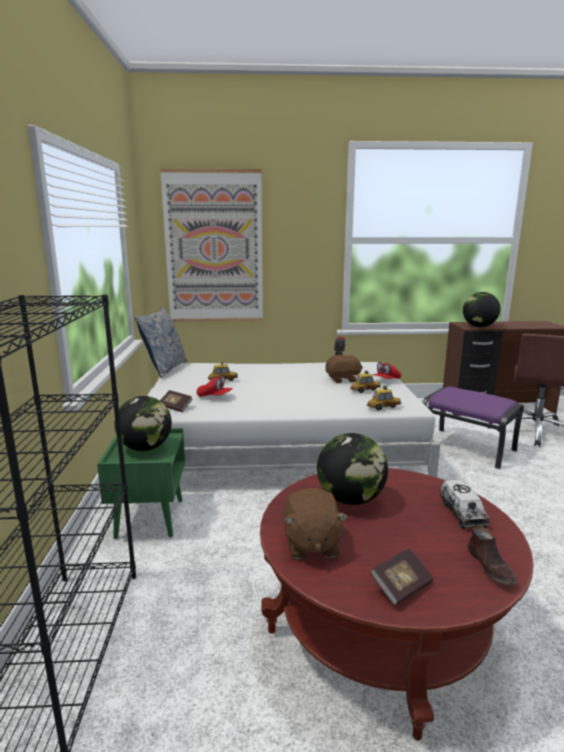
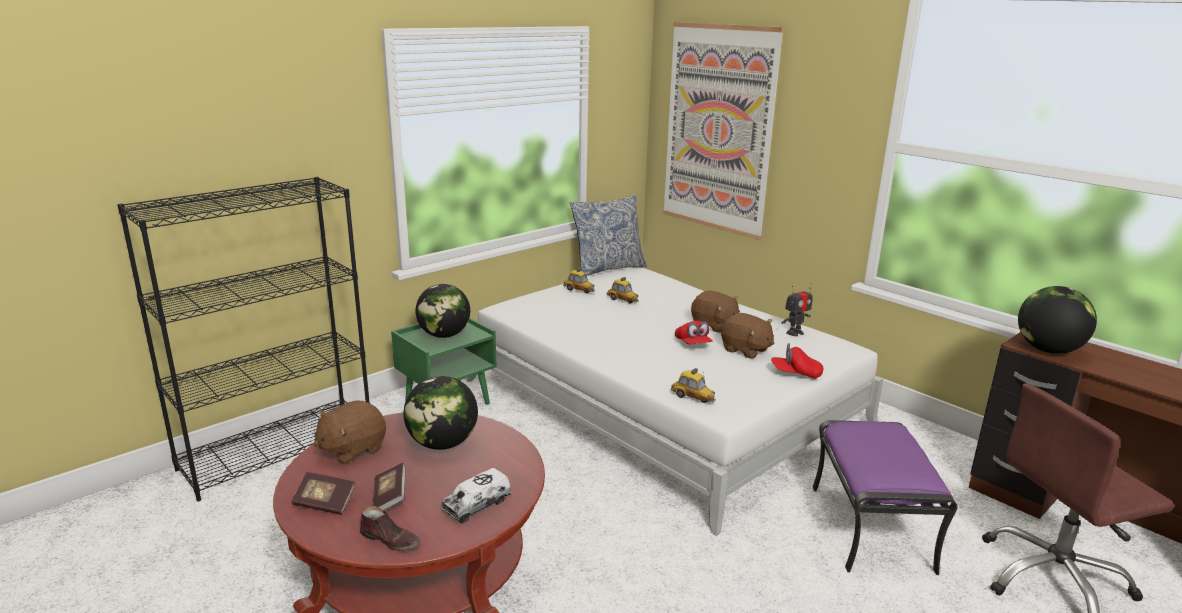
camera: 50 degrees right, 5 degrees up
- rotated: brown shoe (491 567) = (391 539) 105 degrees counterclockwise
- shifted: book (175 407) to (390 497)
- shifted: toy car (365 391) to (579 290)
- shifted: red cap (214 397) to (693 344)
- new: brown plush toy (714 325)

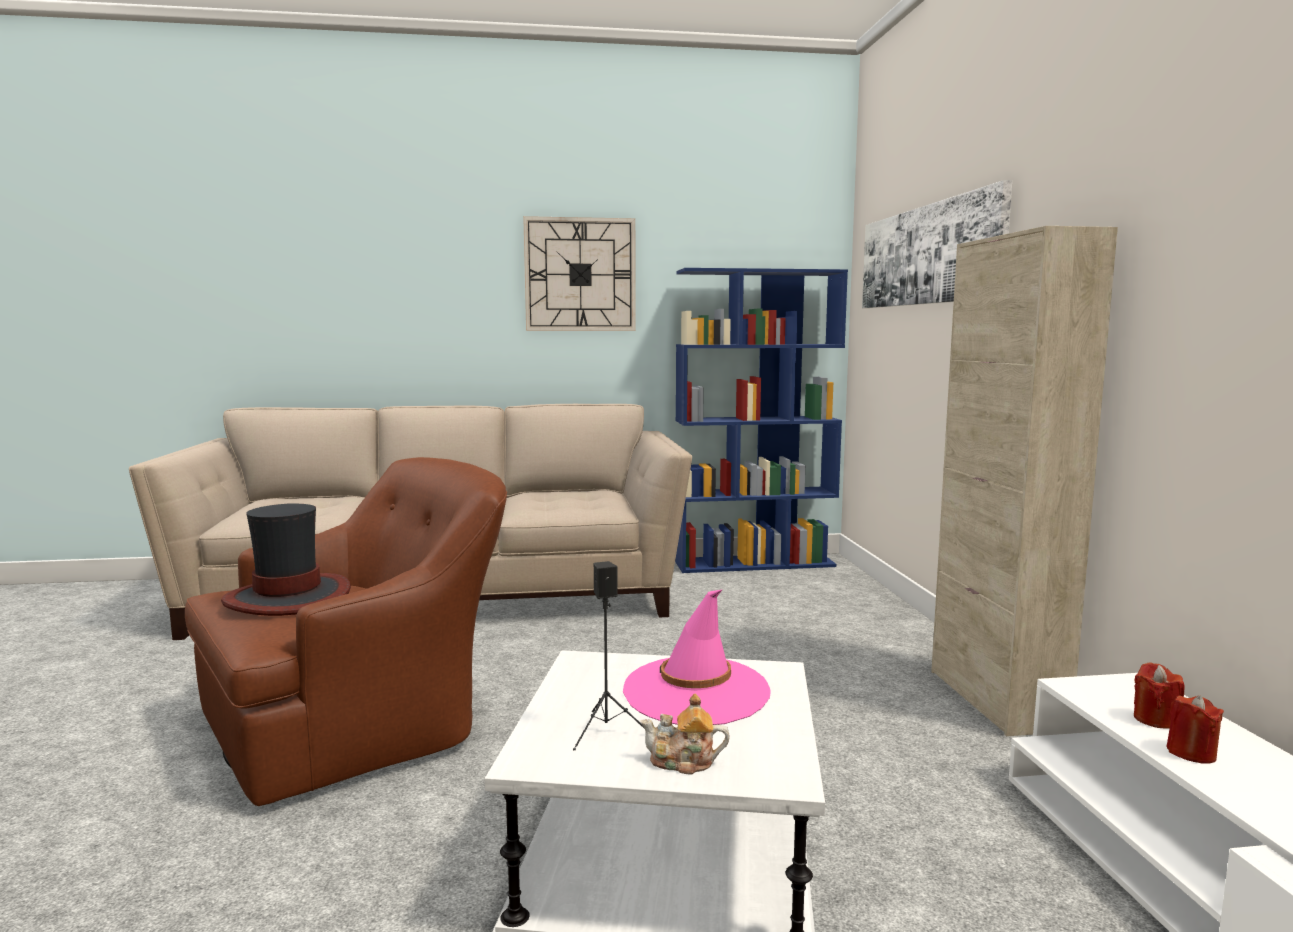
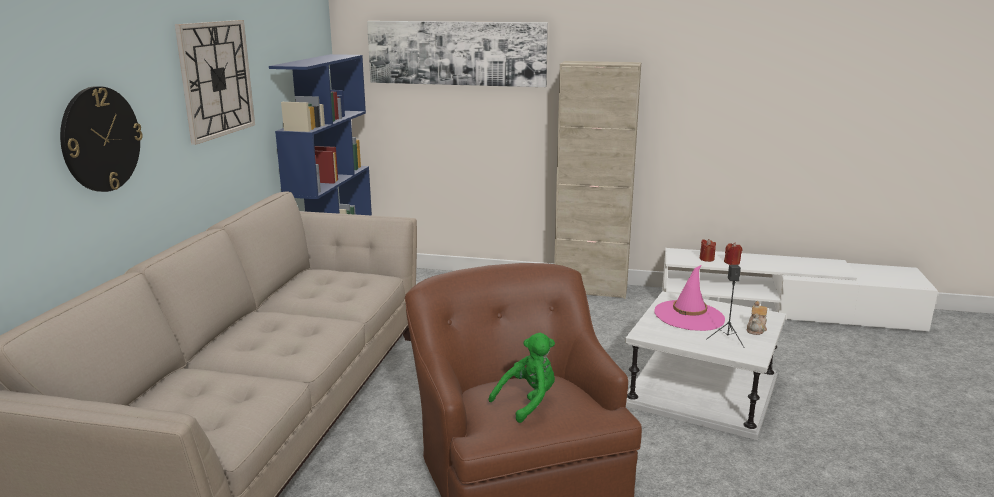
camera: 70 degrees left, 10 degrees up
- new: wall clock (100 139)
- swapped: hat (288 597) to green plush toy (528 402)

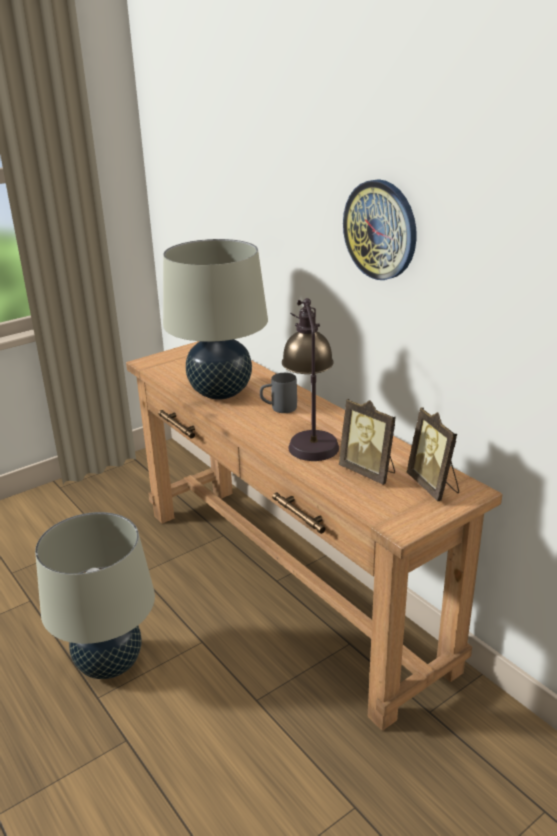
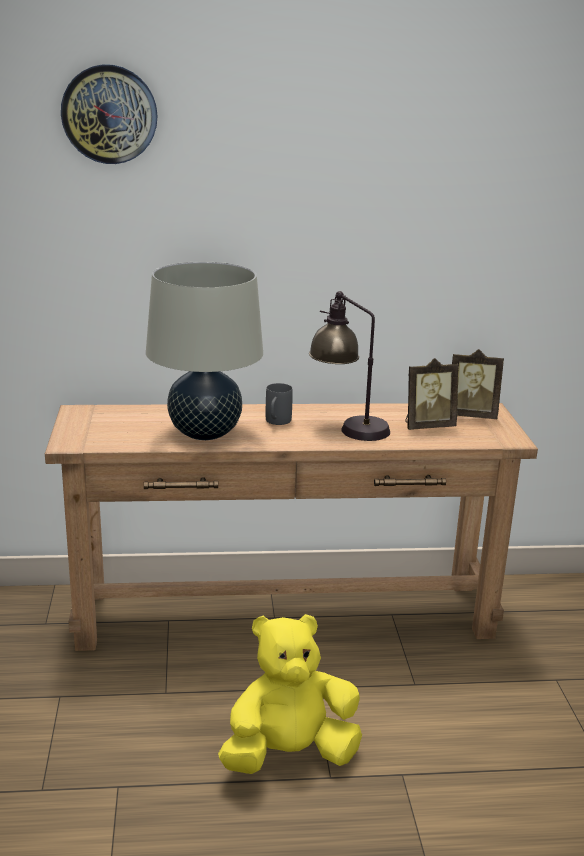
camera: 60 degrees left, 5 degrees down
- shifted: wall clock (380 230) to (109 114)
- swapped: beige table lamp (109 664) to yellow plush toy (289 755)

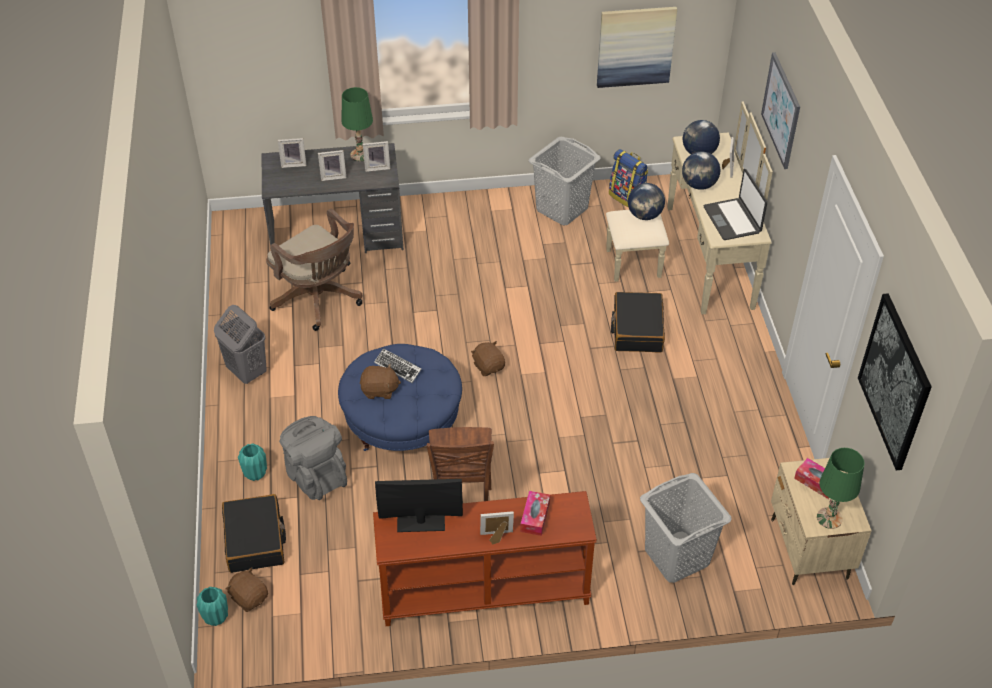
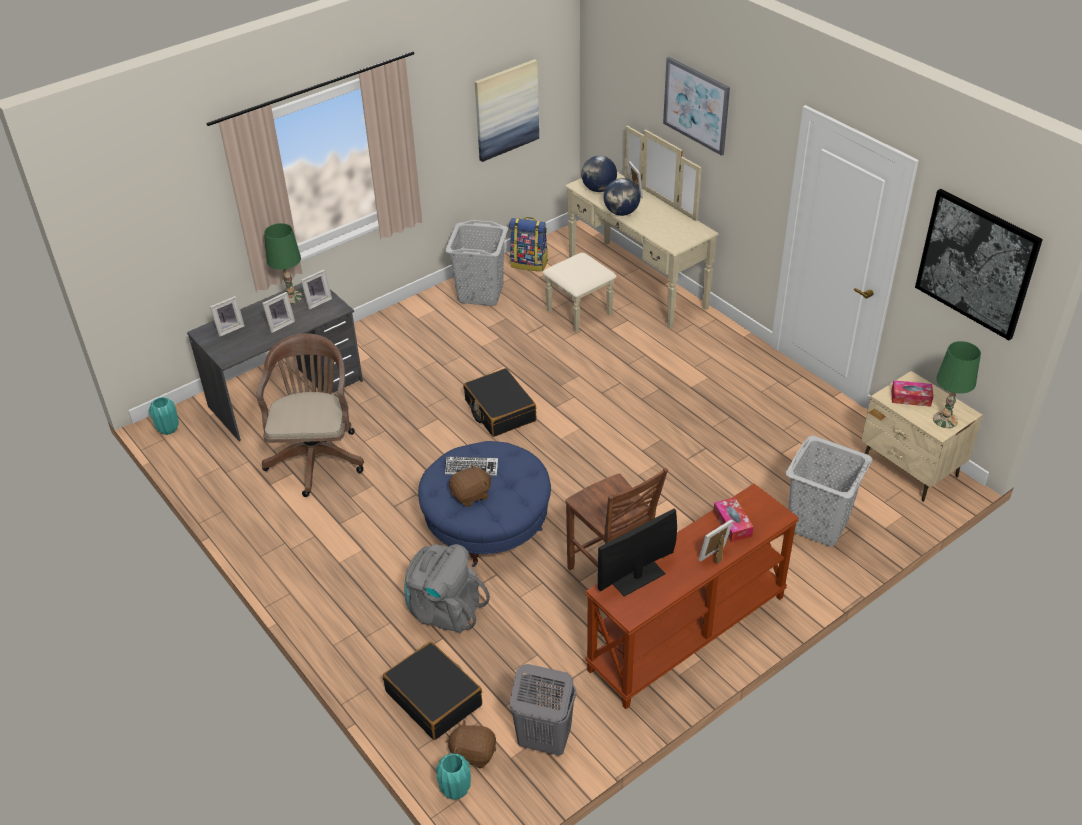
camera: 30 degrees left, 5 degrees down
- shifted: turquoise vase (256 474) to (168 429)
- rotated: brown office chair (319 300) = (316 456) 105 degrees counterclockwise
- shifted: black suitcase (637 329) to (499 411)
- shifted: grey laundry basket (246 372) to (543 740)
- gone: brown plush toy (488 366)
- gone: globe (645 215)
- gone: laptop (732 220)

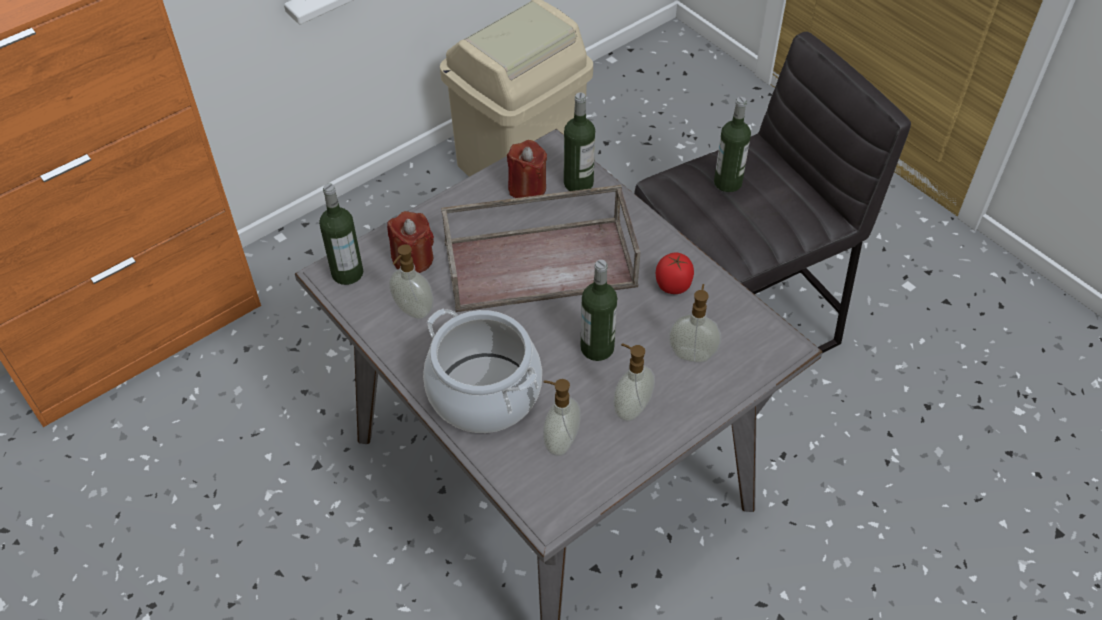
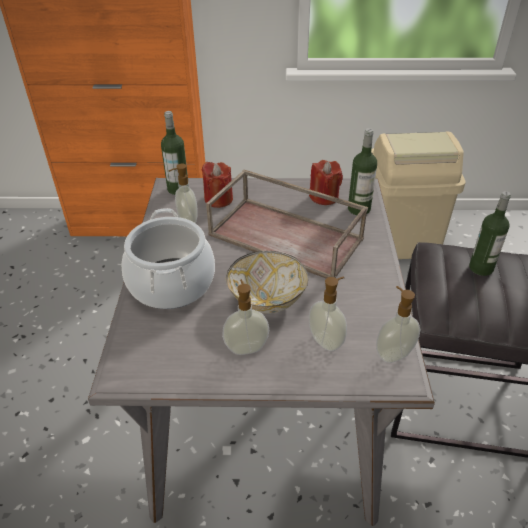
camera: 40 degrees right, 10 degrees down
- swapped: bottle (597 348) to bowl (266 299)
- shifted: soap dispenser (560 441) to (393 354)
- gone: tomato (673 286)

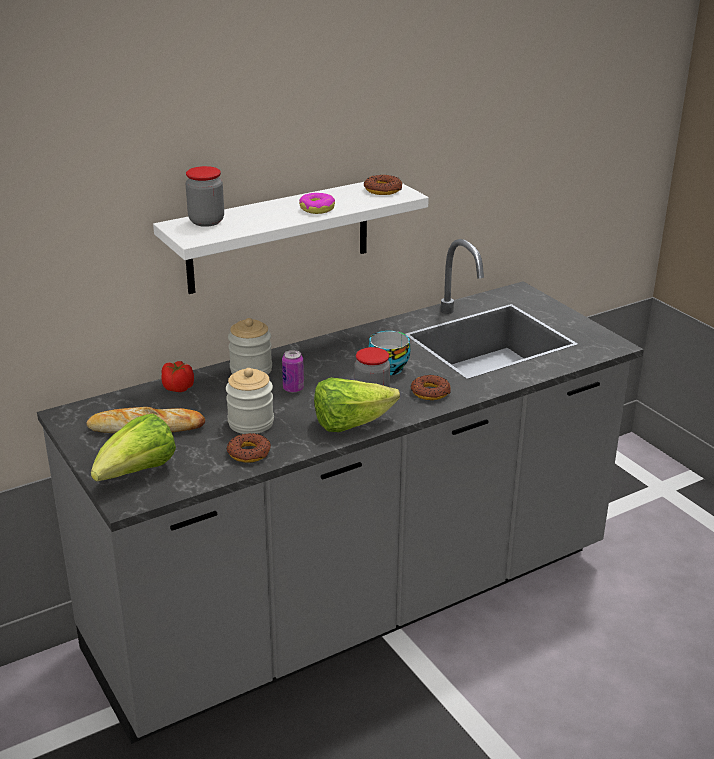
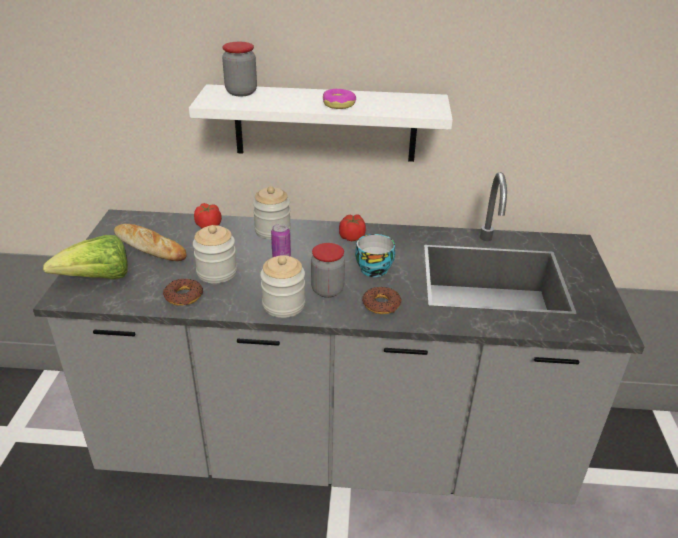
camera: 35 degrees right, 5 degrees up
- swapped: lettuce (350 424) to jar (283 305)
- new: tomato (352 237)
- gone: donut (383 190)

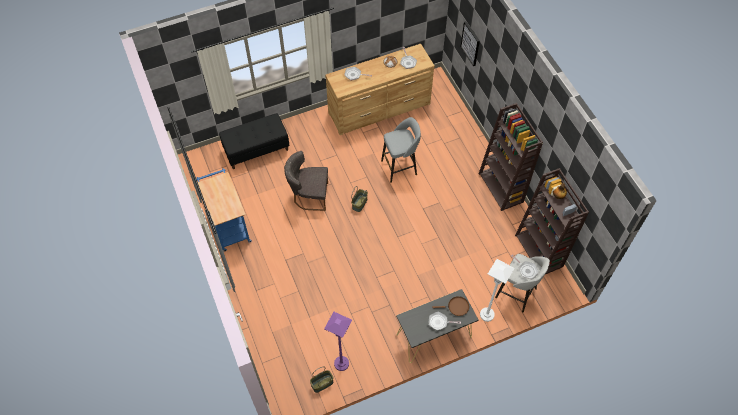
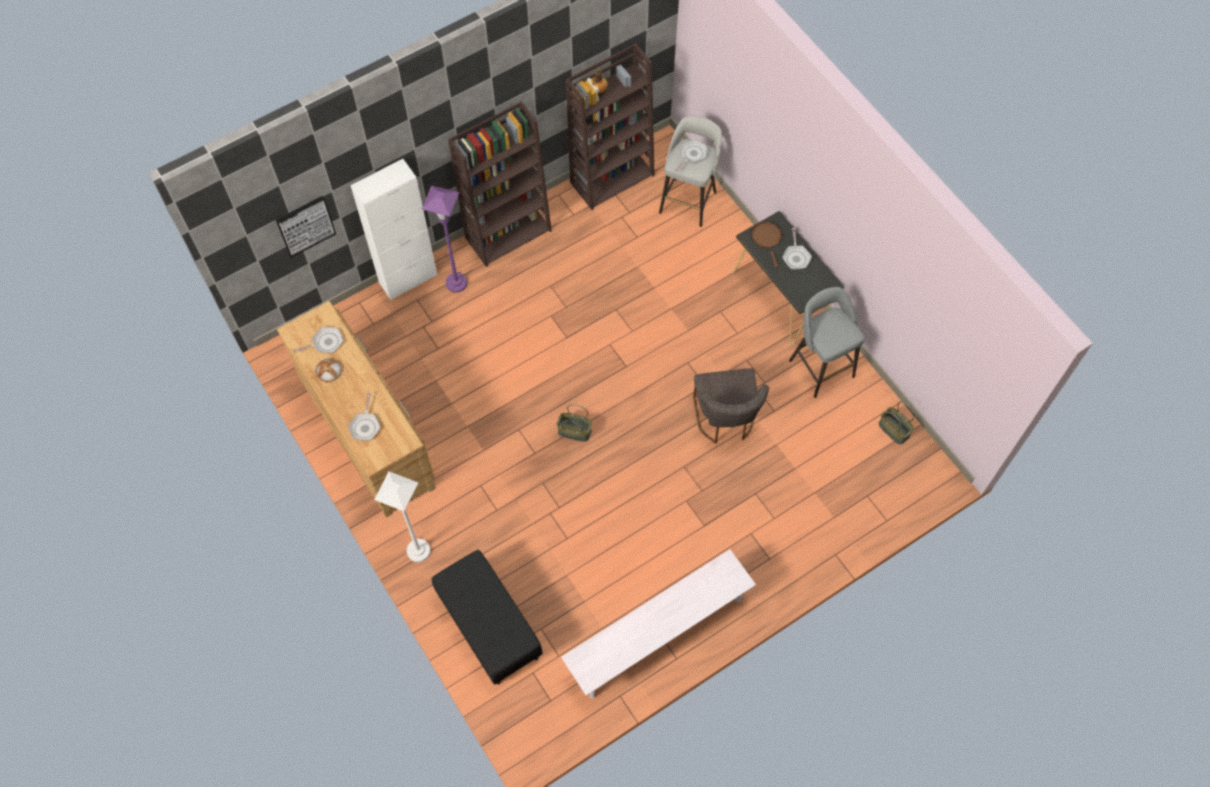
camera: 100 degrees left, 5 degrees up
- new: white cabinet (408 278)
- shifted: white floor lamp (487 314) to (418 551)
- shifted: purple floor lamp (341 363) to (456 283)
- swapped: blue cart (228 225) to white bench (657 635)
- shifted: grey chair (309 196) to (725 420)
- shifted: grey stool (400 167) to (820 367)

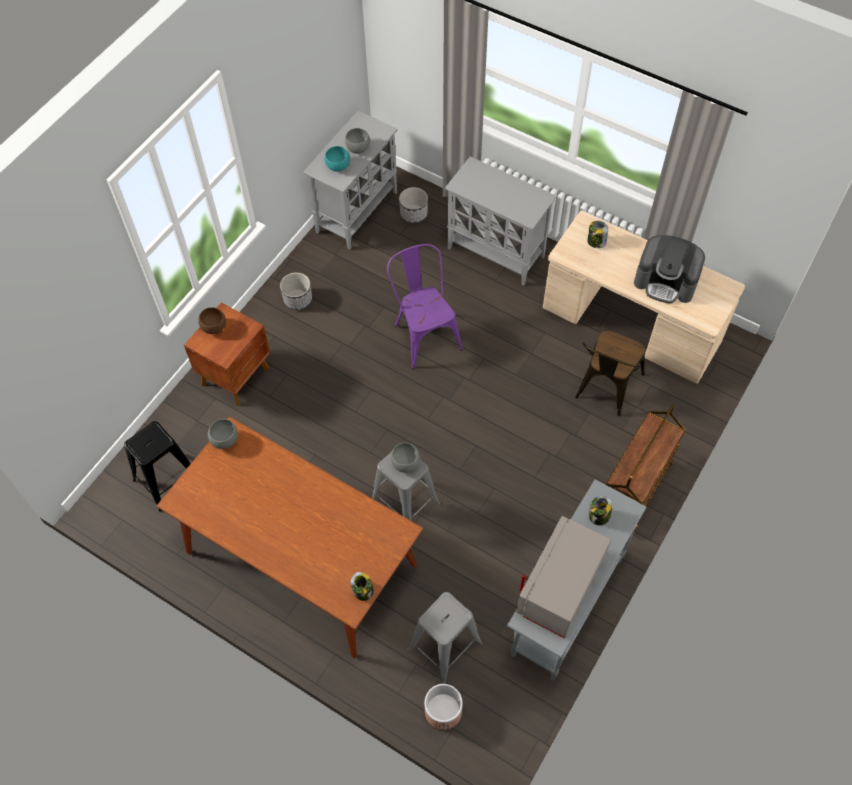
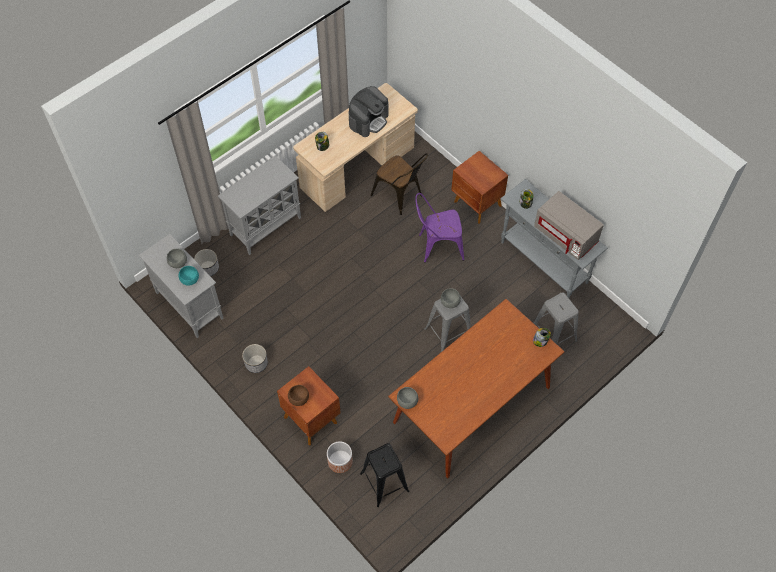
camera: 75 degrees left, 0 degrees up
- shifted: planter (443 711) to (340 461)
- shifted: purple chair (424 333) to (437 246)
- swapped: brown cart (634 491) to brown nightstand (477 204)

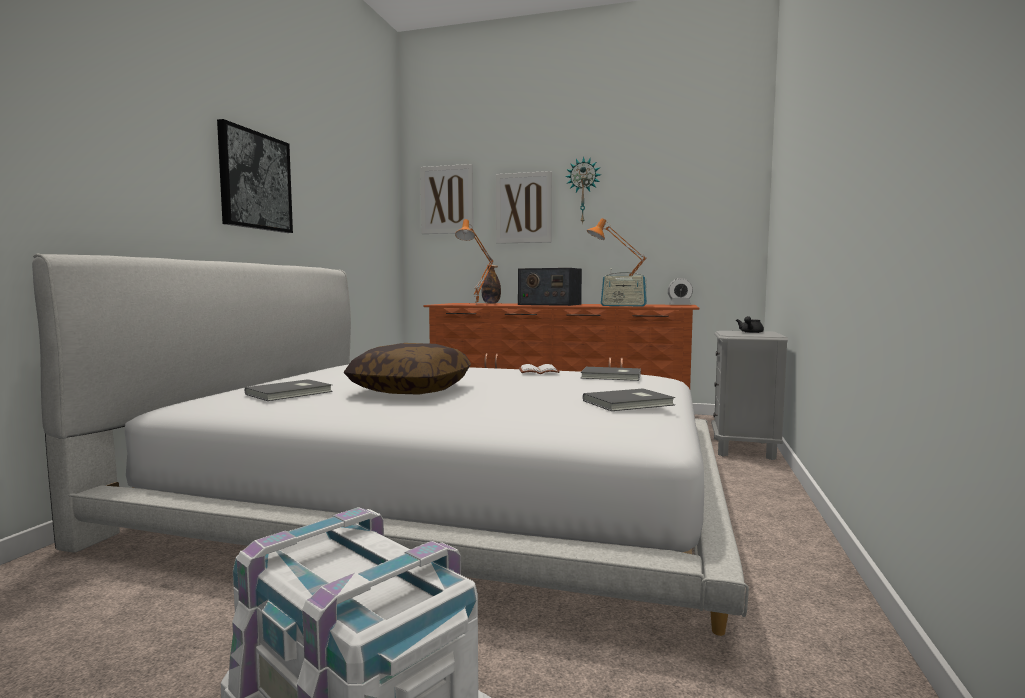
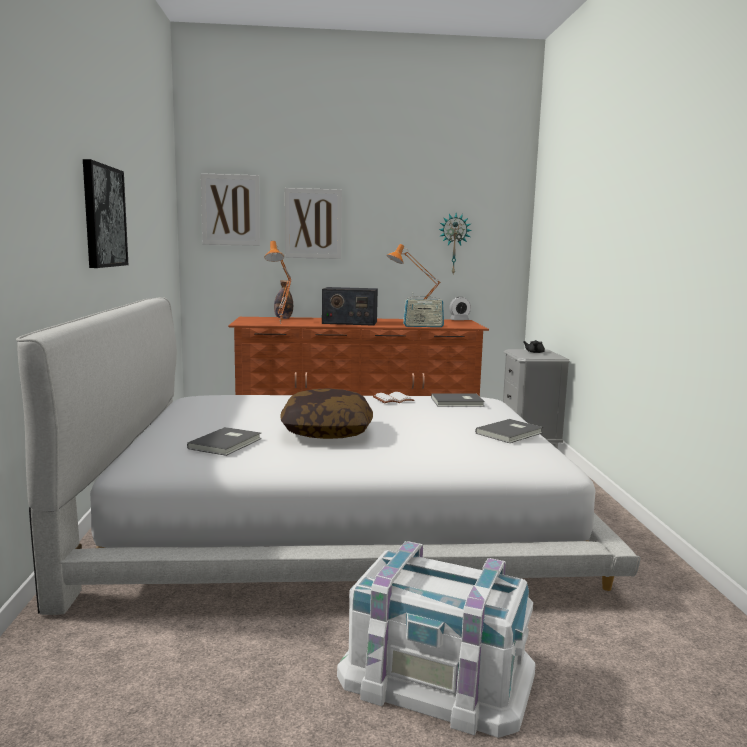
camera: 20 degrees left, 5 degrees up
- shifted: wall clock (583 191) to (454 244)

